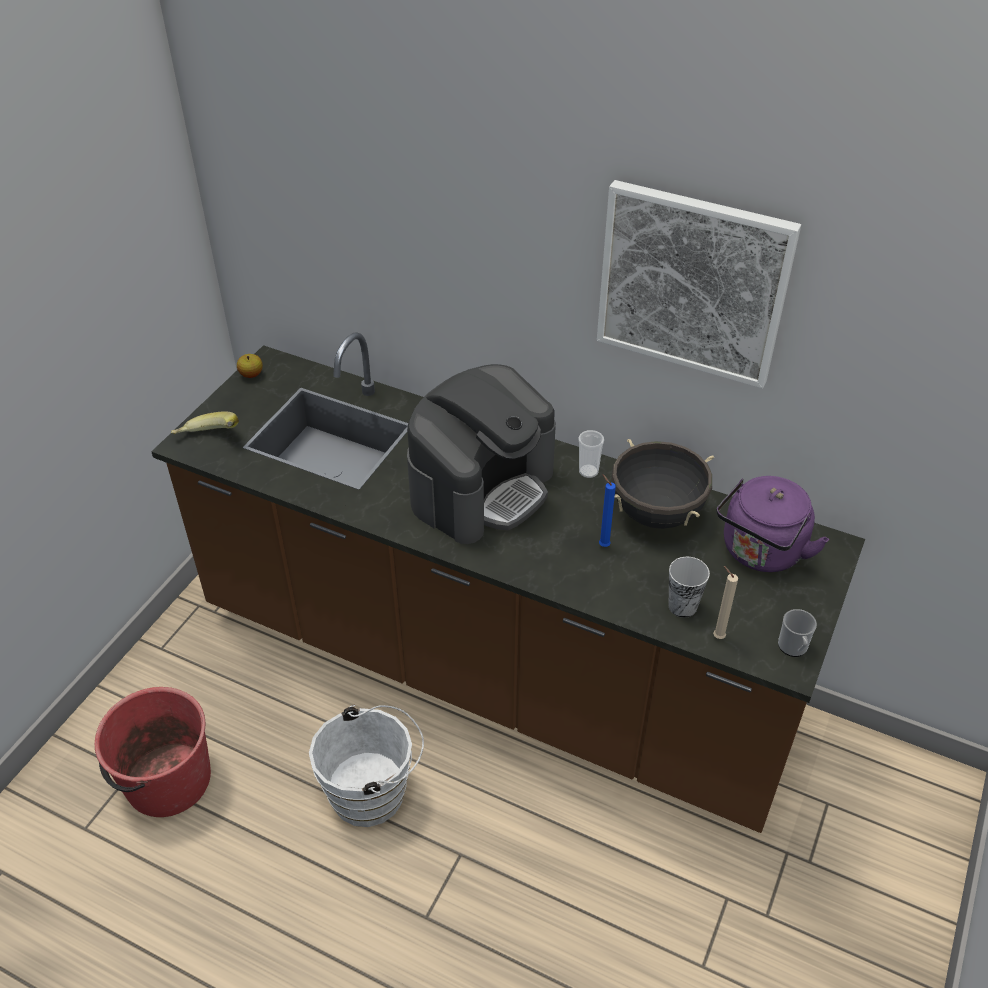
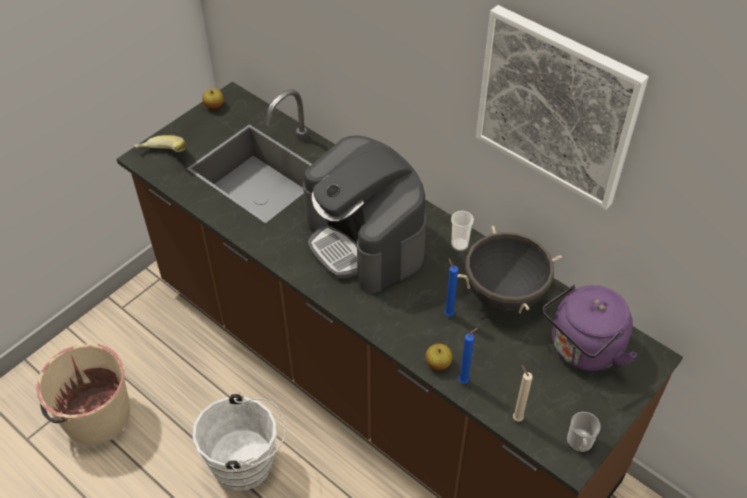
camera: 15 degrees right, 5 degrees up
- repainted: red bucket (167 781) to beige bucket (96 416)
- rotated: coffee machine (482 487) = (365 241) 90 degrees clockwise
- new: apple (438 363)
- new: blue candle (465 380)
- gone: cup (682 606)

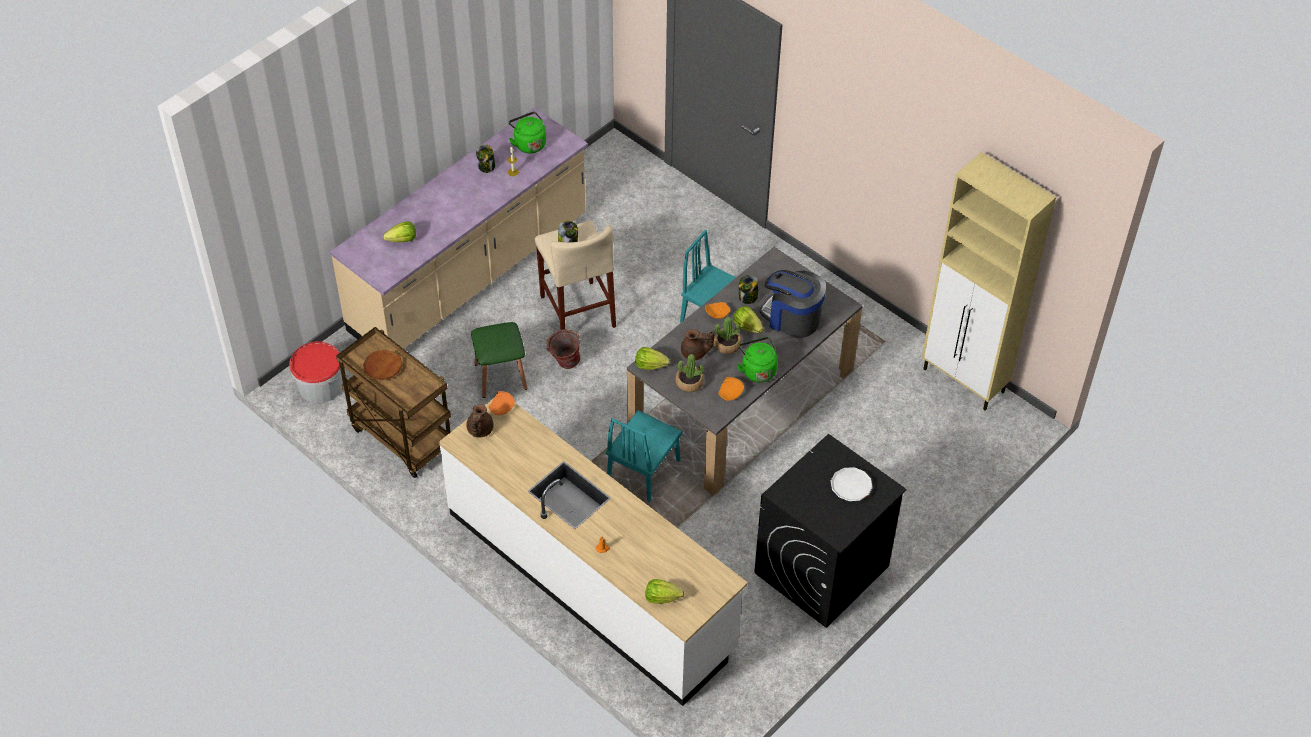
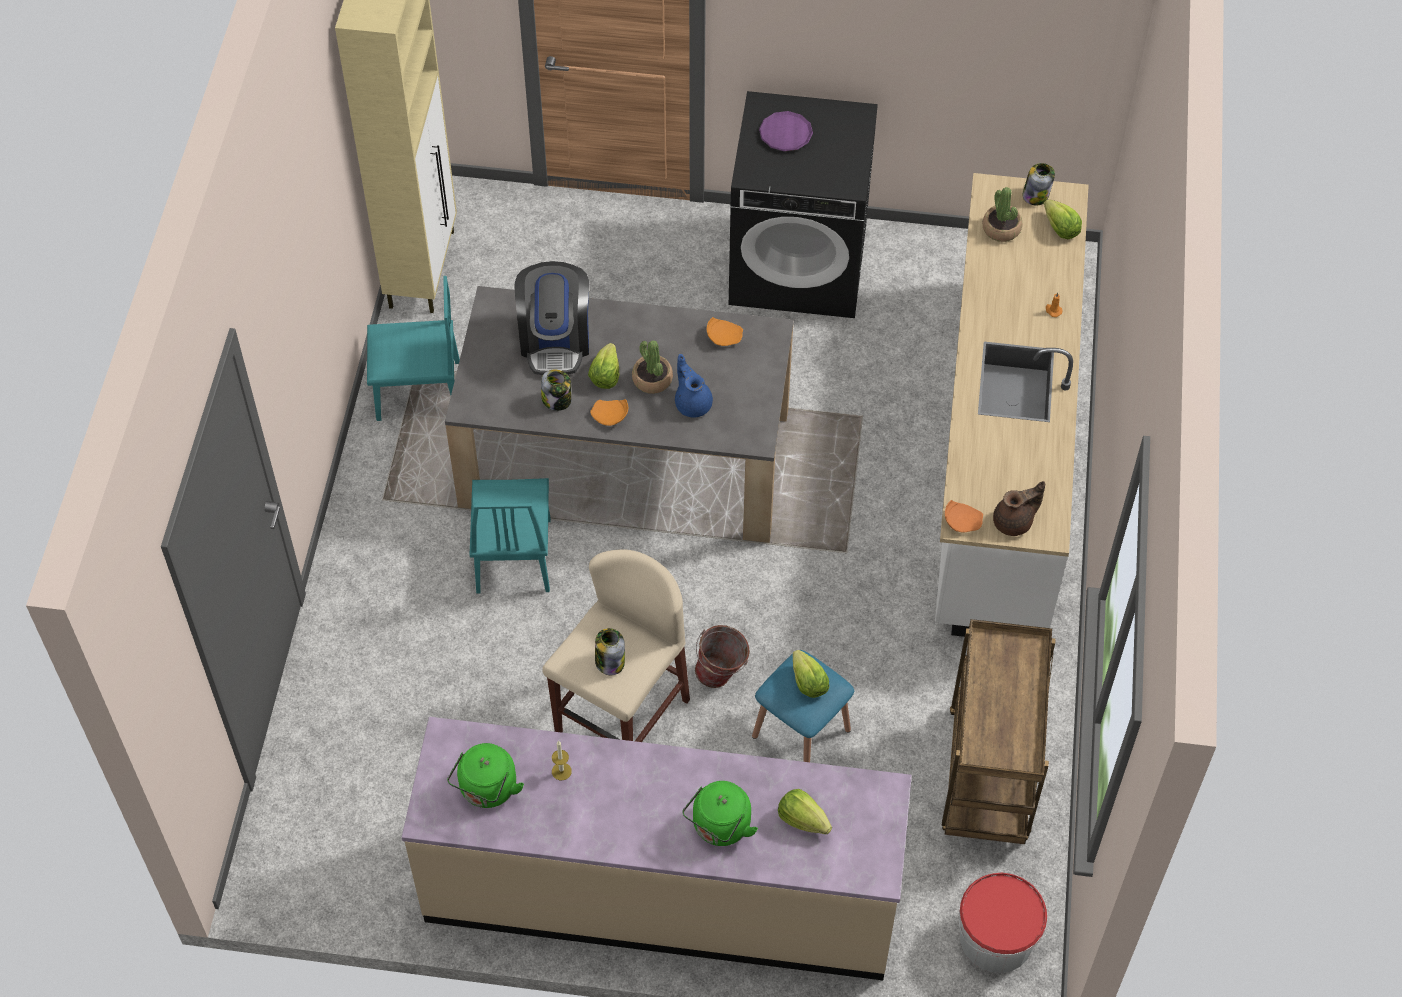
camera: 125 degrees left, 5 degrees up
- shifted: turquoise chair (643 470) to (418 391)
- repainted: brown teapot (695 353) to blue teapot (693 403)
- shifted: green kettle (757 370) to (720 828)
- repainted: green stool (500 376) to blue stool (801 733)
- repainted: white plate (851 486) to purple plate (785 134)
- shifted: lettuce (650 365) to (808 682)
- shifted: potted plant (689 382) to (1001 229)
- shifted: jar (486 166) to (1036 195)
- gone: brown plate (383 367)

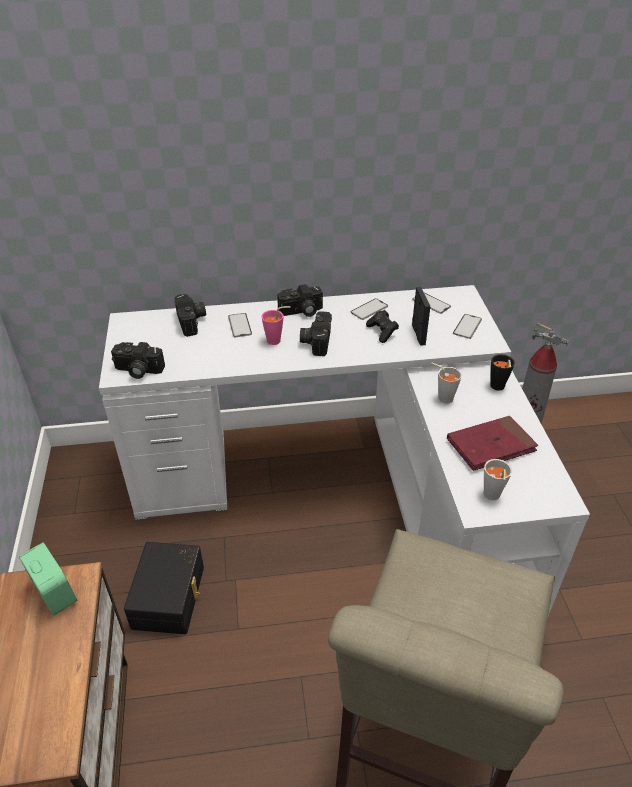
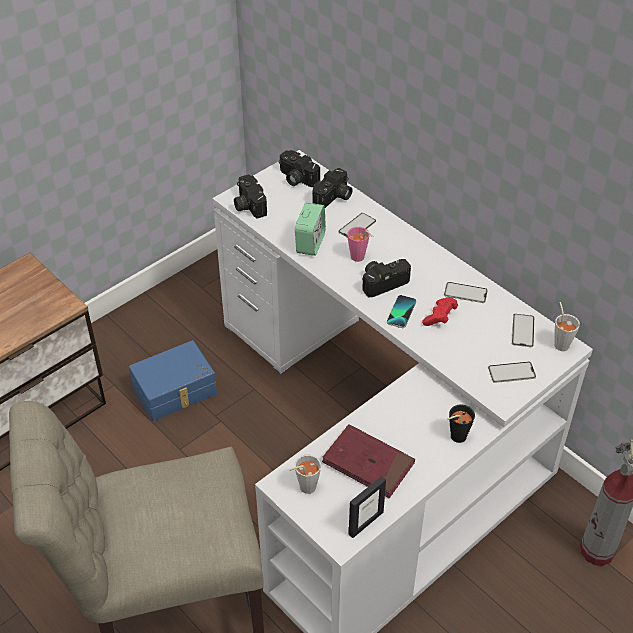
camera: 55 degrees right, 5 degrees up
- repainted: black storage box (170 596) to blue storage box (175 391)
- shifted: photo camera (301 312) to (296 178)
- shifted: alarm clock (54 593) to (310 243)
- shifted: picture frame (418 335) to (365 523)
- new: phone (401 312)
- repainted: black game controller (382 332) to red game controller (440 317)
- shifted: grey cup (442 397) to (560 342)

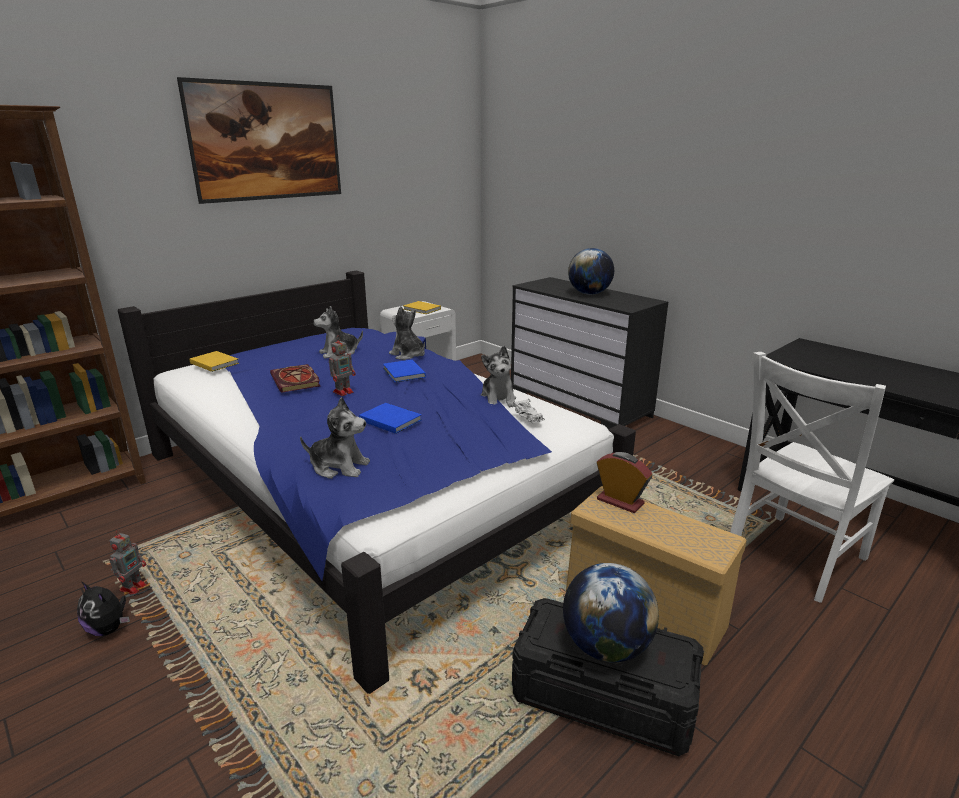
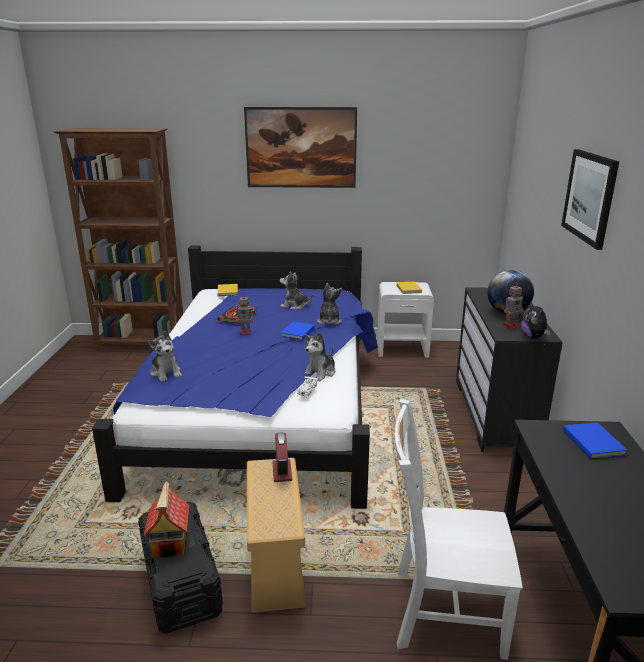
camera: 45 degrees right, 0 degrees up
- swapped: globe (606 647) to toy house (171 542)
- shifted: toy robot (134 587) to (511 325)
- shifted: plush toy (109 629) to (533 337)
- new: picture (590 197)
- shifted: blue book (390 419) to (593 441)

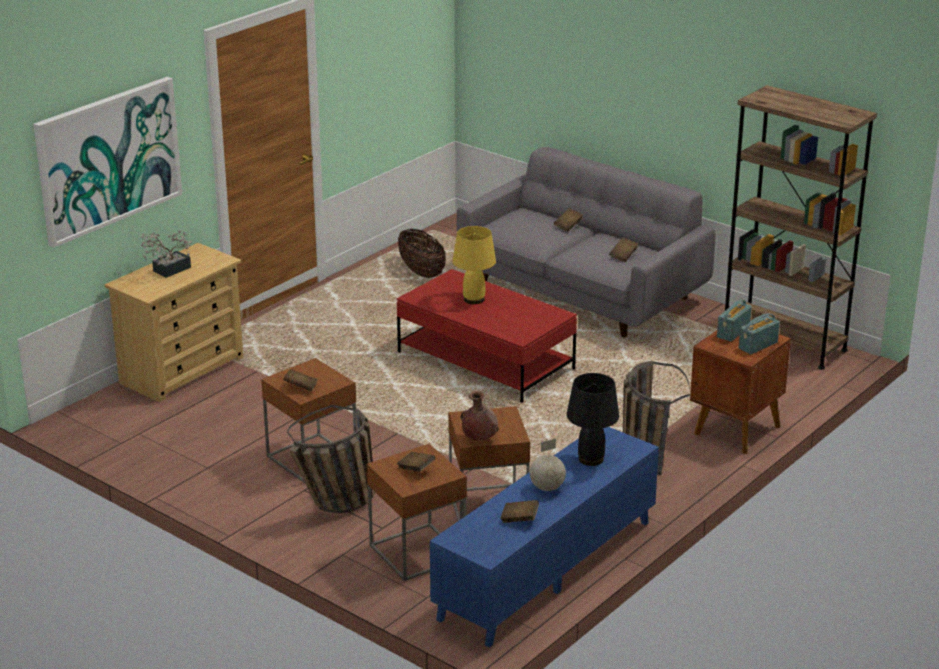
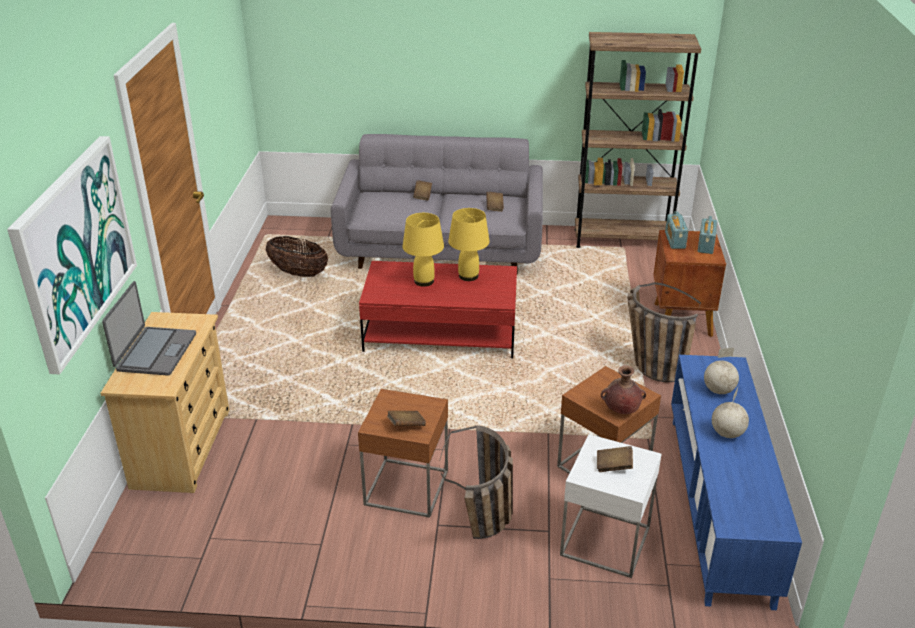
camera: 35 degrees left, 5 degrees up
- swapped: potted plant (168 270) to laptop (155 352)
- new: yellow table lamp (468 276)
- repainted: brown side table (417 552) to white side table (605 541)
- swapped: black table lamp (590 459) to globe (718 390)
- gone: brown book (519 519)

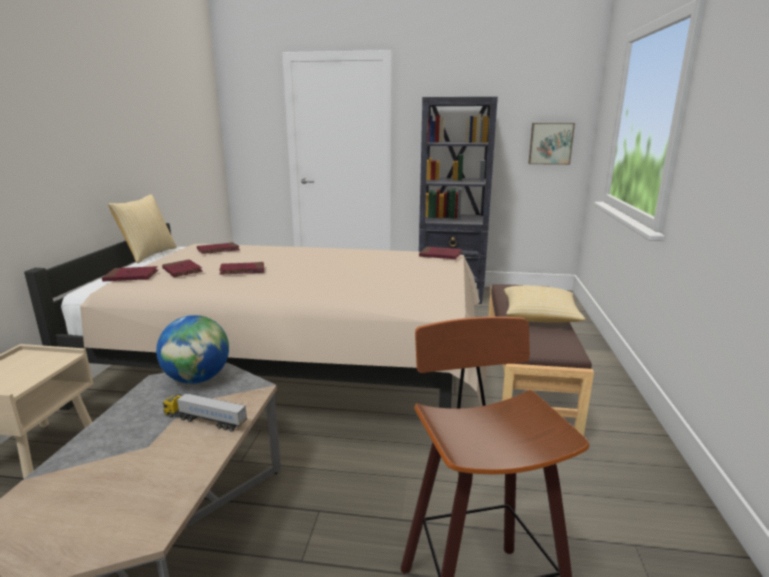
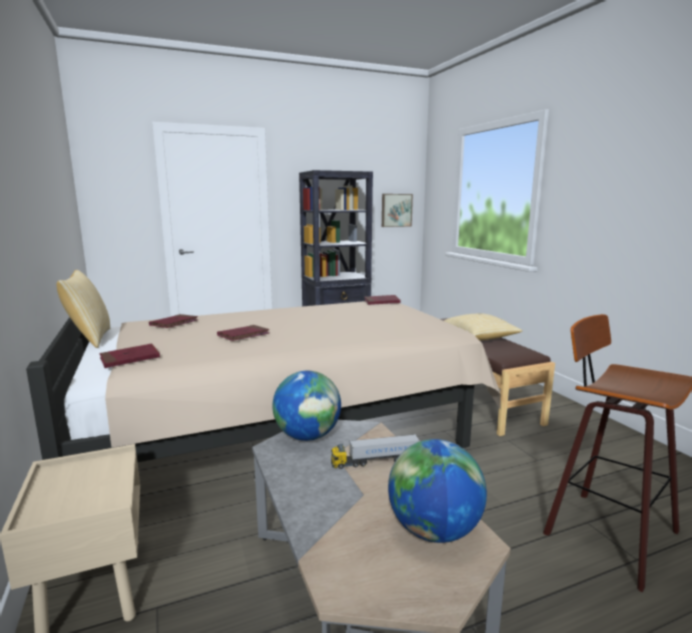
camera: 30 degrees left, 5 degrees down
- new: globe (434 530)
- gone: red book (182 271)

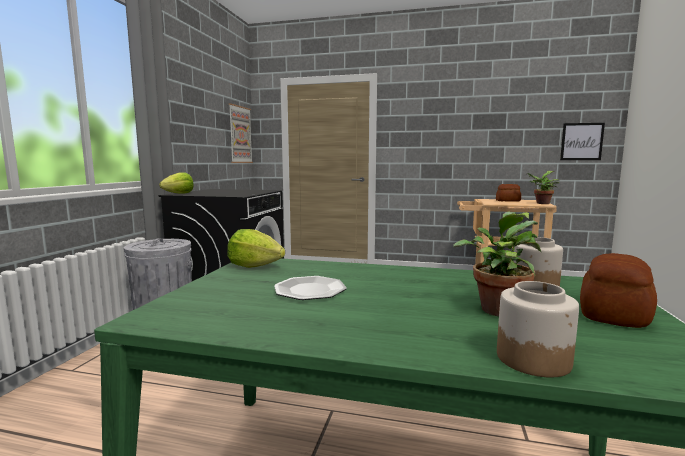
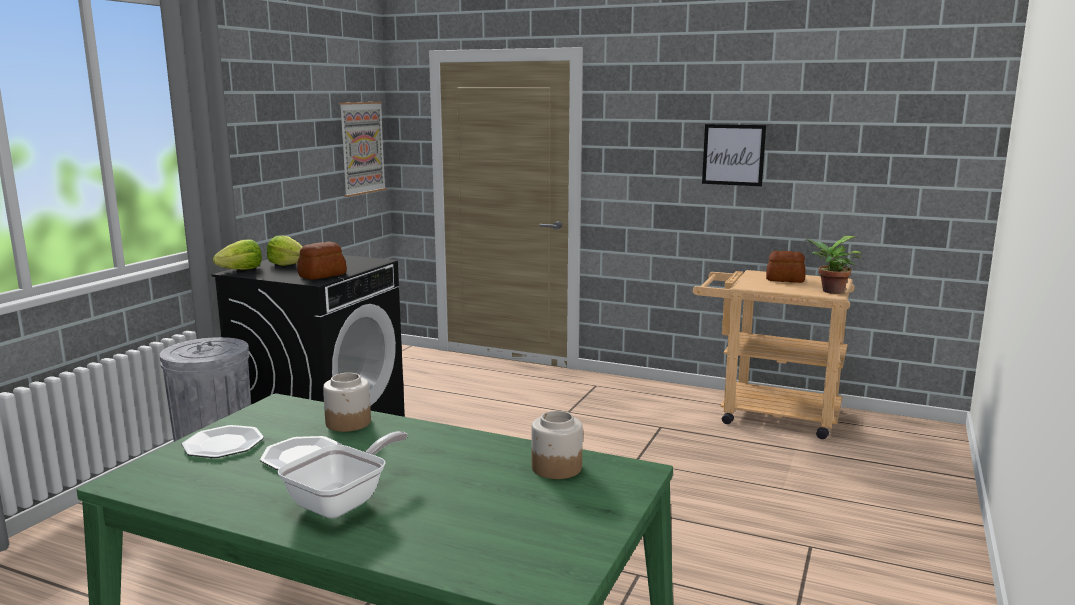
camera: 10 degrees right, 5 degrees up
- new: plate (223 444)
- shifted: lettuce (254 266) to (287 265)
- new: frying pan (344 501)
- shifted: bread (612 314) to (321 275)
- shifted: jar (533 359) to (349 423)
- shifted: picture (581 141) to (733 154)
- gone: potted plant (498 308)

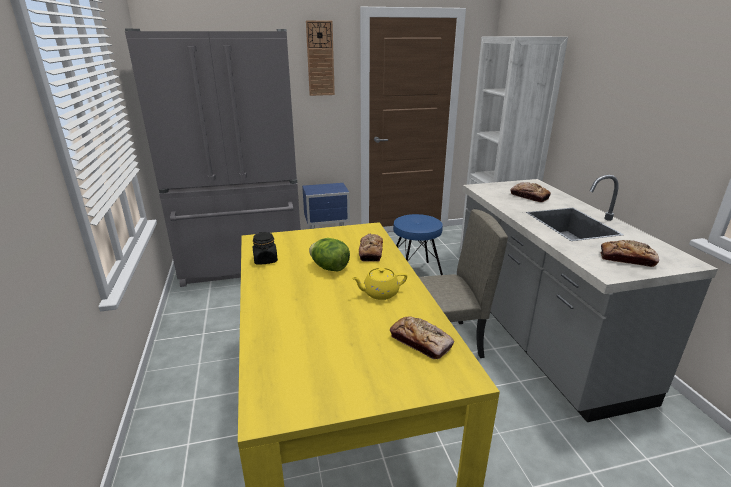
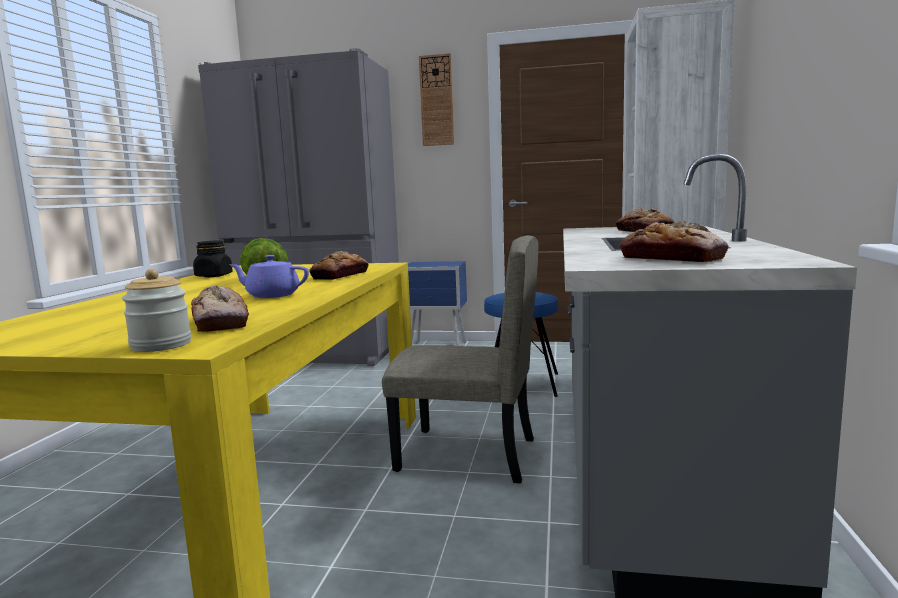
camera: 25 degrees right, 15 degrees down
- new: jar (161 345)
- repainted: yellow teapot (379 293) to purple teapot (271 295)

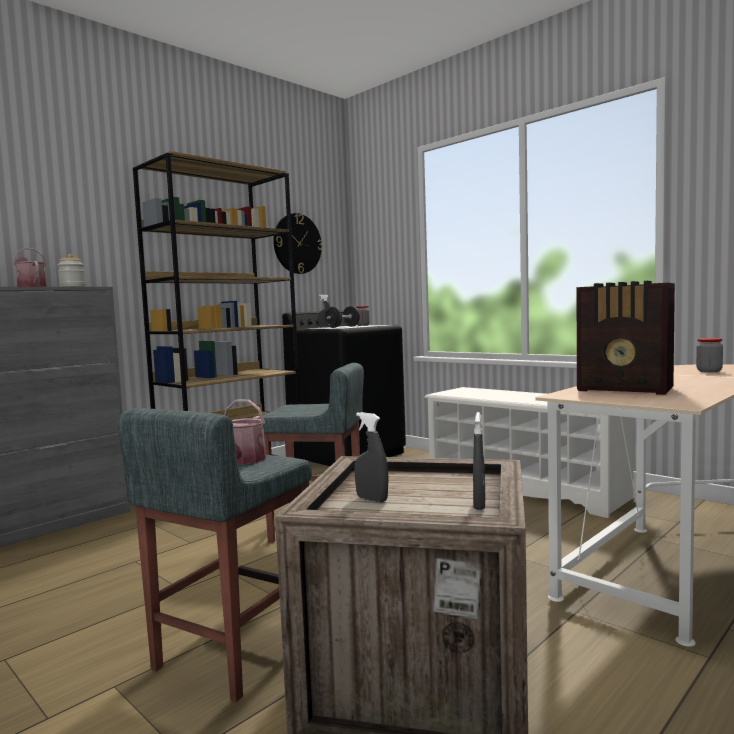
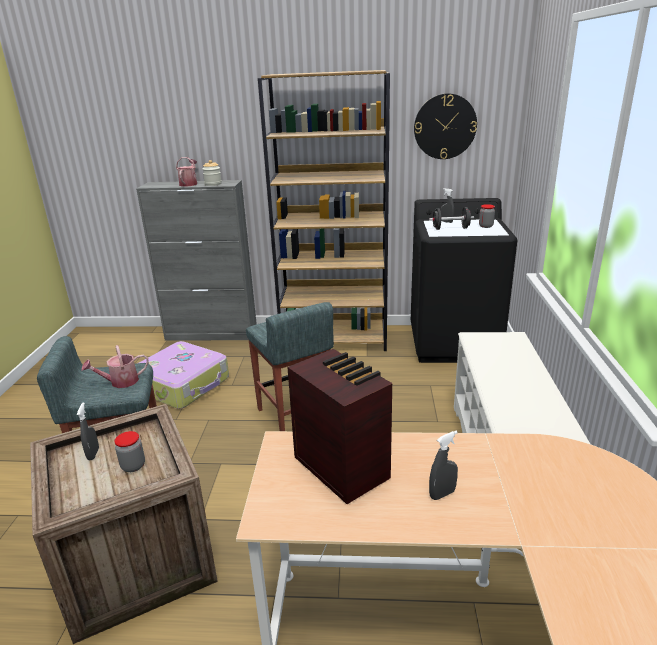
camera: 50 degrees right, 20 degrees up
- shifted: jar (709 371) to (133 466)
- new: suitcase (183 384)
- rotated: radio (626 389) = (341 466) 150 degrees clockwise
- shifted: grey spray bottle (479 504) to (442 494)

